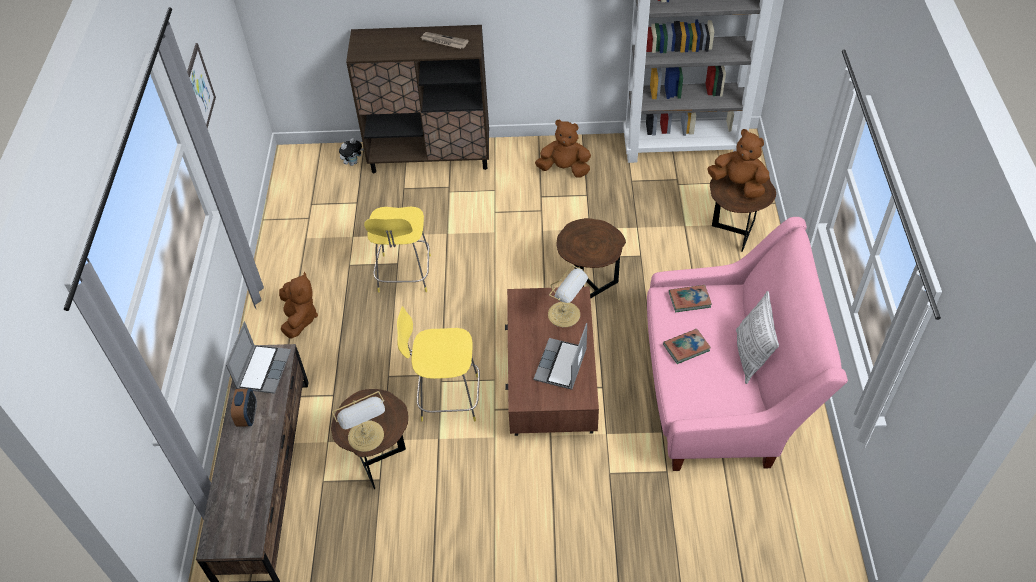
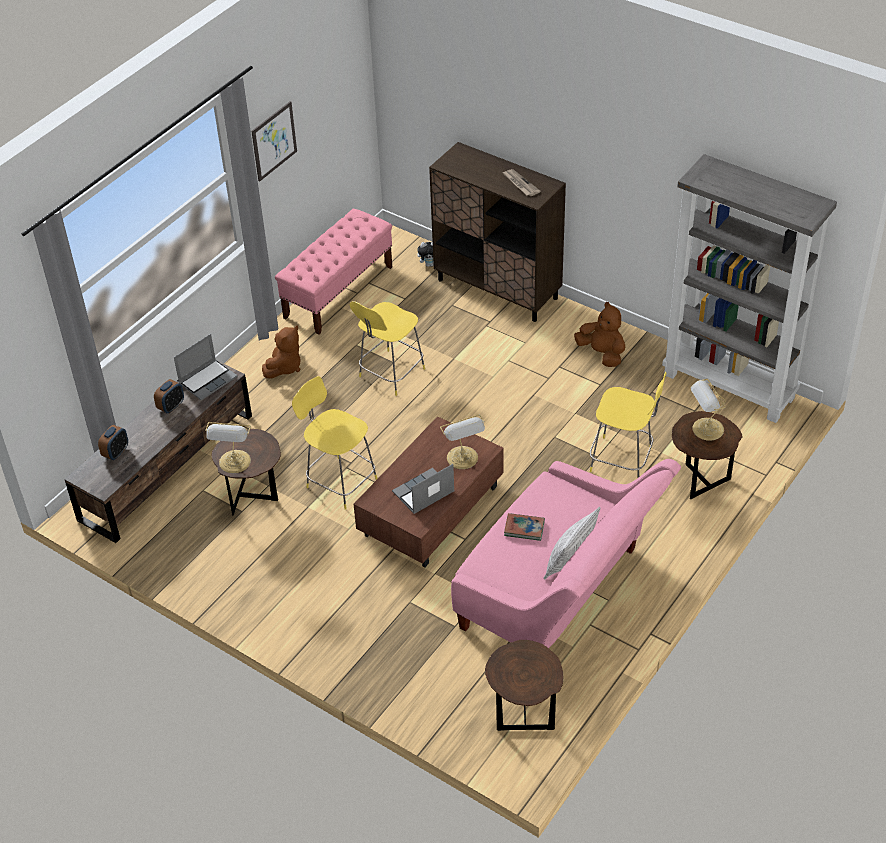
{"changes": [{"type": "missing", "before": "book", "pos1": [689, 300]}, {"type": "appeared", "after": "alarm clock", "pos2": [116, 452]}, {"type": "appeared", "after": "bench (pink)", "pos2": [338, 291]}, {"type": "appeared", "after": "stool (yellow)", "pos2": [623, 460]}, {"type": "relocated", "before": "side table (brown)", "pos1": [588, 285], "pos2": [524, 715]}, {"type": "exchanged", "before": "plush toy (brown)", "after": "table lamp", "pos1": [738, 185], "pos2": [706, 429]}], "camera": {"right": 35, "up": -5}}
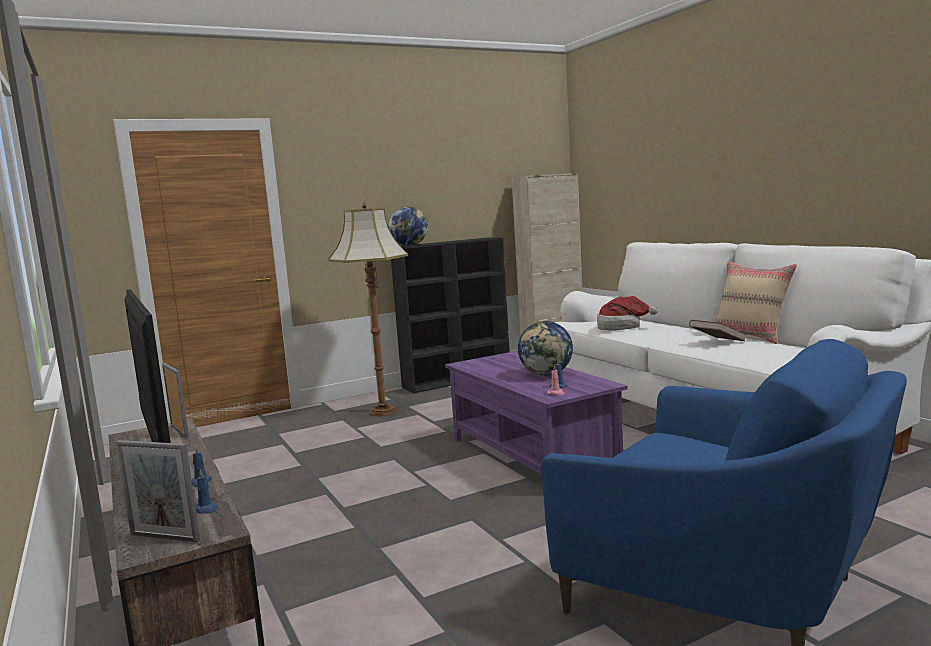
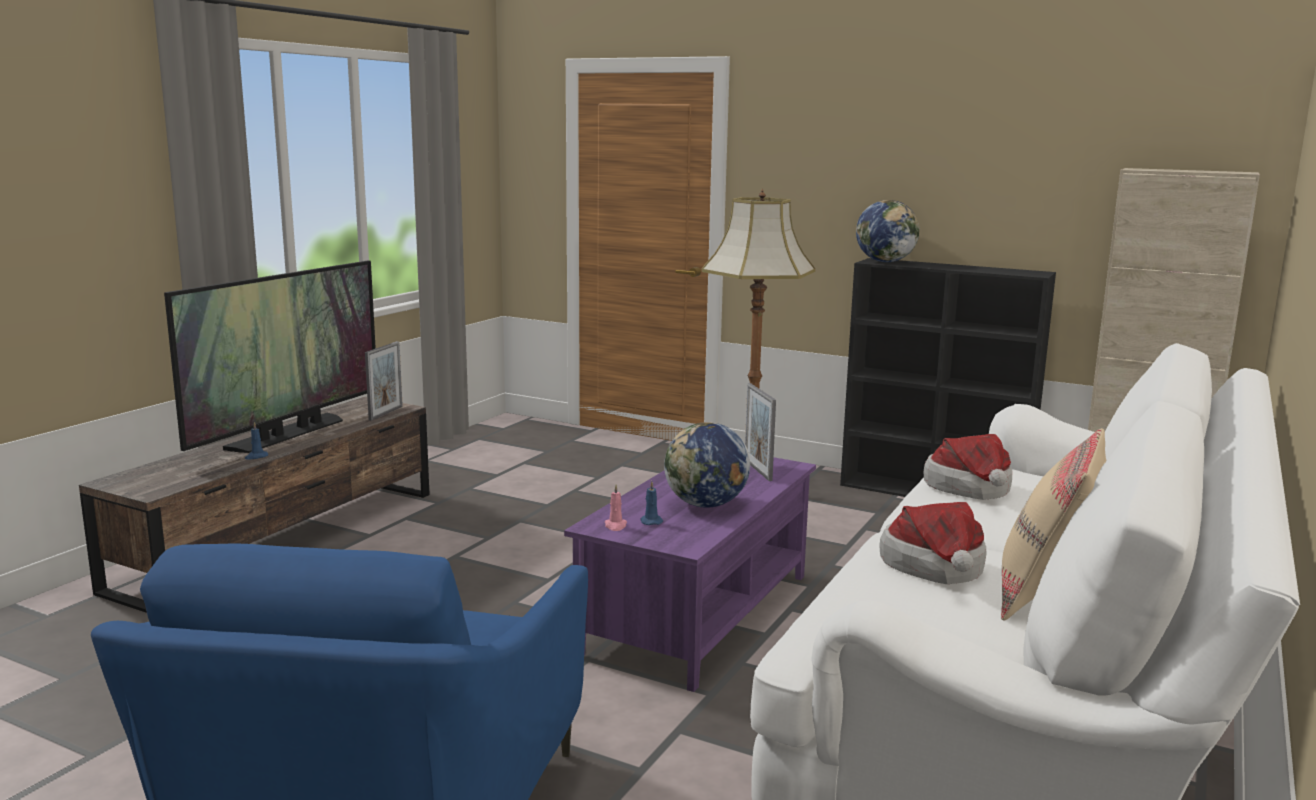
{"changes": [{"type": "missing", "before": "candle (blue)", "pos1": [206, 509]}, {"type": "relocated", "before": "picture frame", "pos1": [164, 537], "pos2": [757, 470]}, {"type": "exchanged", "before": "book (brown)", "after": "hat", "pos1": [717, 342], "pos2": [935, 569]}], "camera": {"right": 55, "up": 5}}
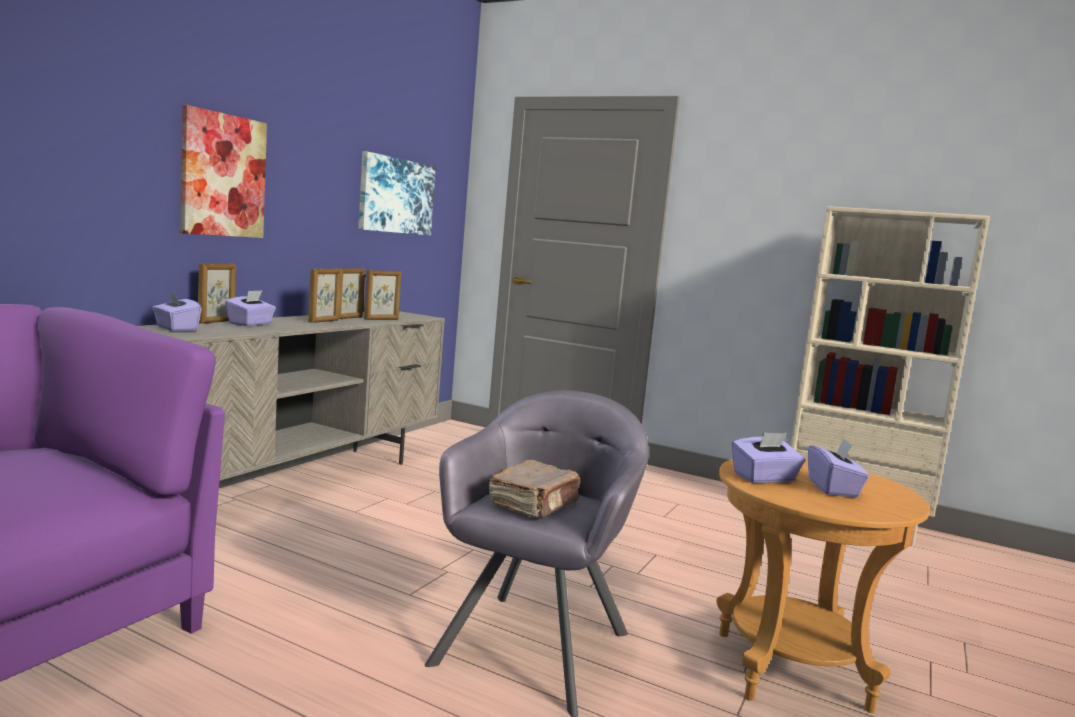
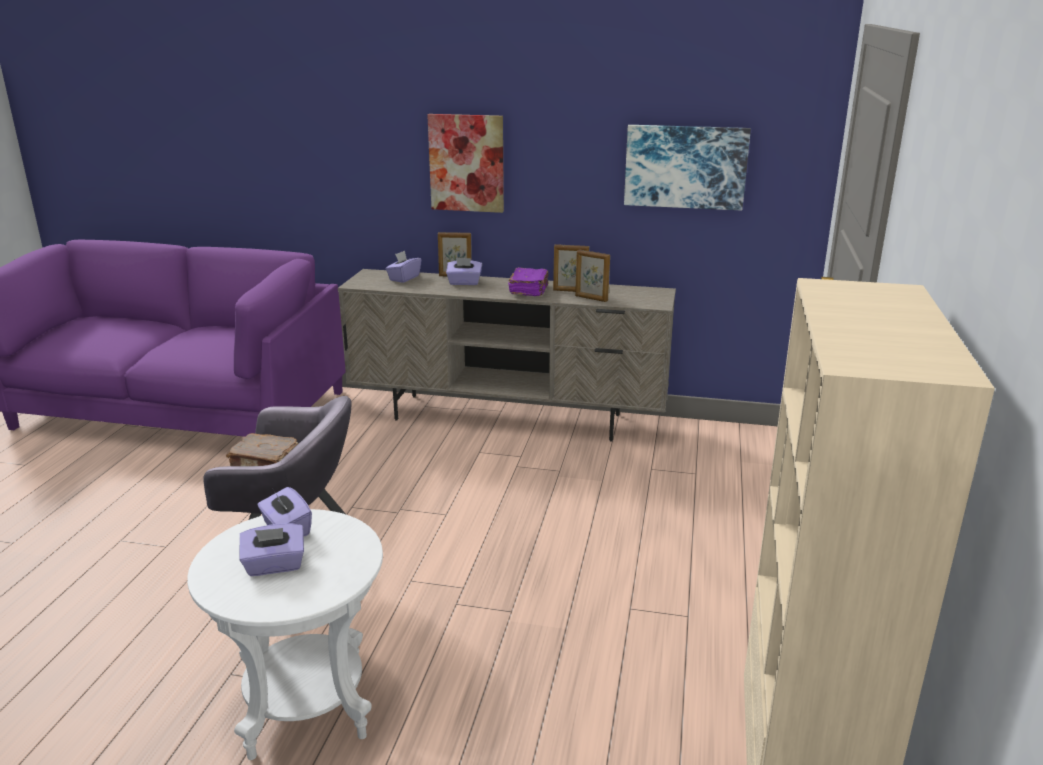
{"changes": [{"type": "exchanged", "before": "picture frame", "after": "book (purple)", "pos1": [324, 321], "pos2": [529, 290]}, {"type": "colour", "before": "side table (brown)", "after": "side table (white)", "pos1": [791, 670], "pos2": [306, 707]}], "camera": {"right": 75, "up": 15}}
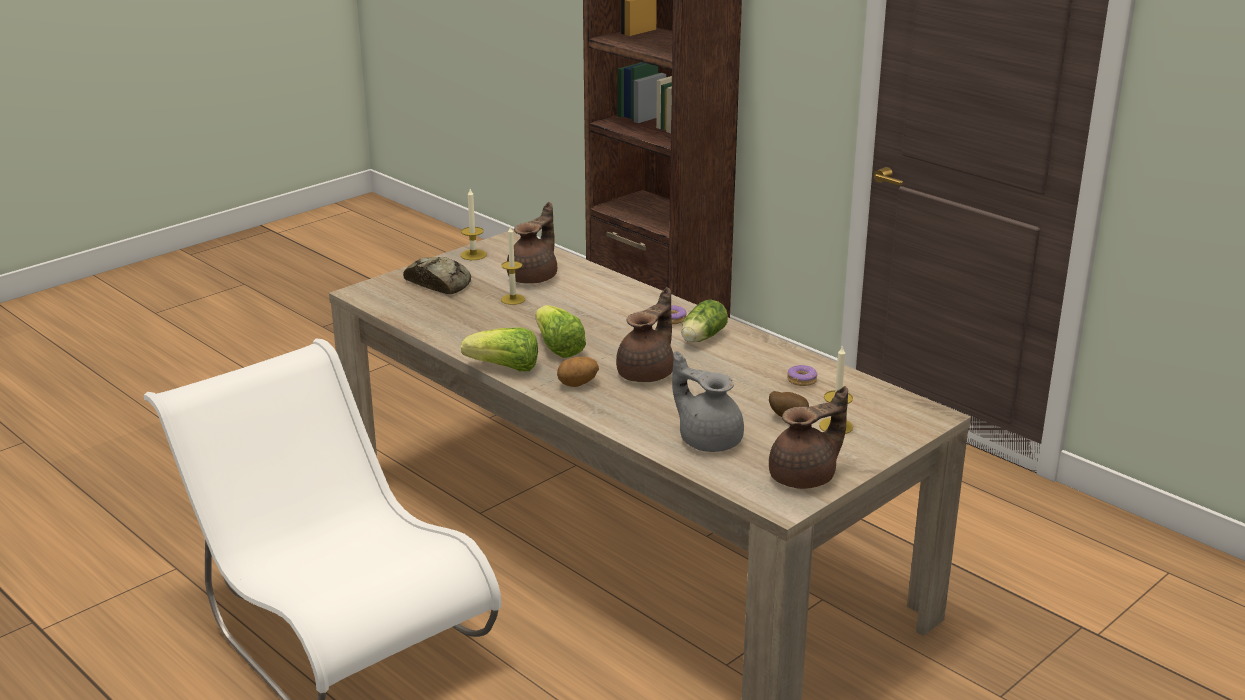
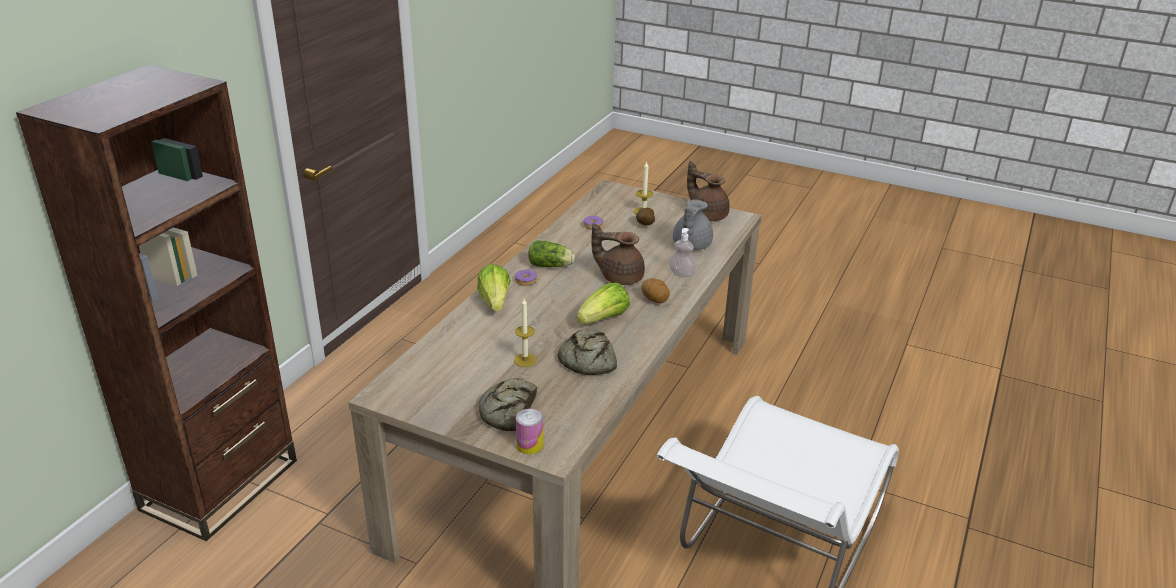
{"changes": [{"type": "missing", "before": "candle", "pos1": [473, 255]}, {"type": "missing", "before": "teapot (brown)", "pos1": [534, 277]}, {"type": "appeared", "after": "can", "pos2": [529, 445]}, {"type": "appeared", "after": "bread", "pos2": [587, 360]}, {"type": "appeared", "after": "soap dispenser", "pos2": [681, 273]}, {"type": "relocated", "before": "lettuce", "pos1": [505, 368], "pos2": [495, 302]}], "camera": {"right": -110, "up": 5}}
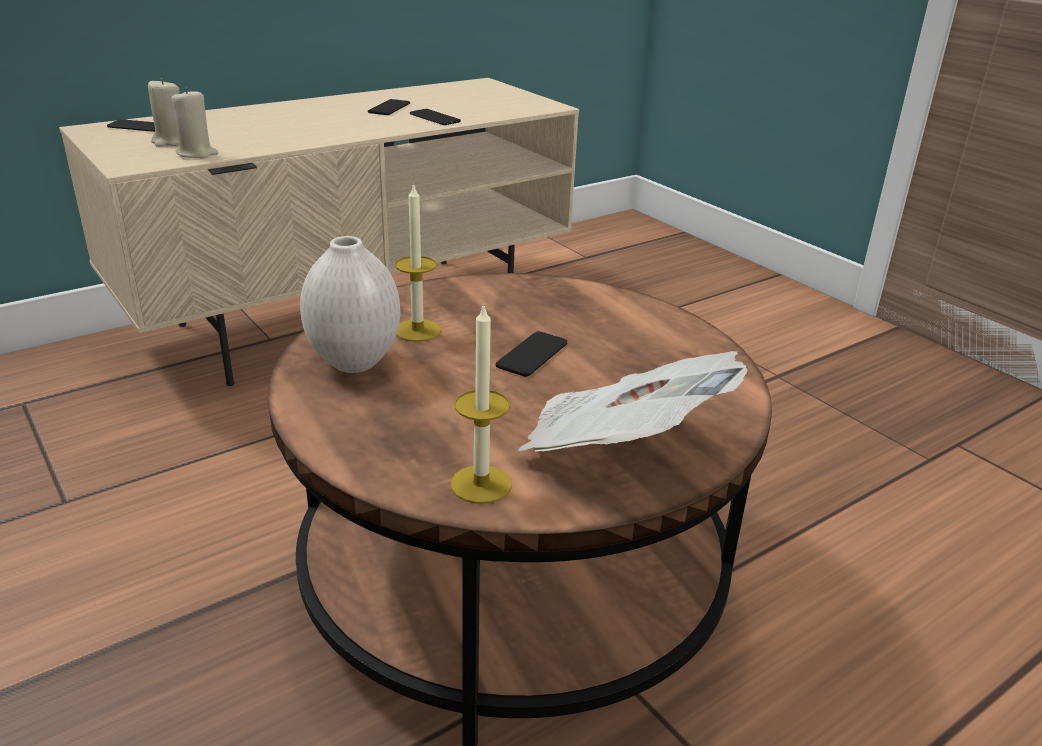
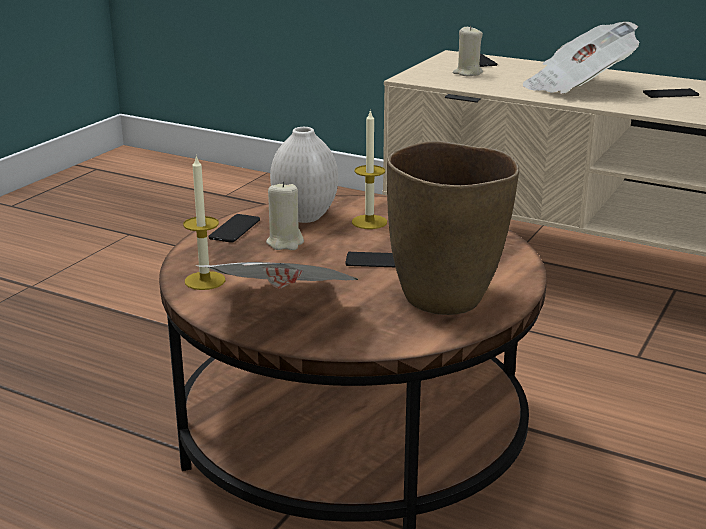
{"changes": [{"type": "appeared", "after": "vase (brown)", "pos2": [445, 298]}, {"type": "appeared", "after": "newspaper", "pos2": [577, 87]}, {"type": "relocated", "before": "candle (beige)", "pos1": [197, 153], "pos2": [285, 243]}, {"type": "relocated", "before": "phone", "pos1": [435, 118], "pos2": [234, 229]}], "camera": {"right": 65, "up": -5}}
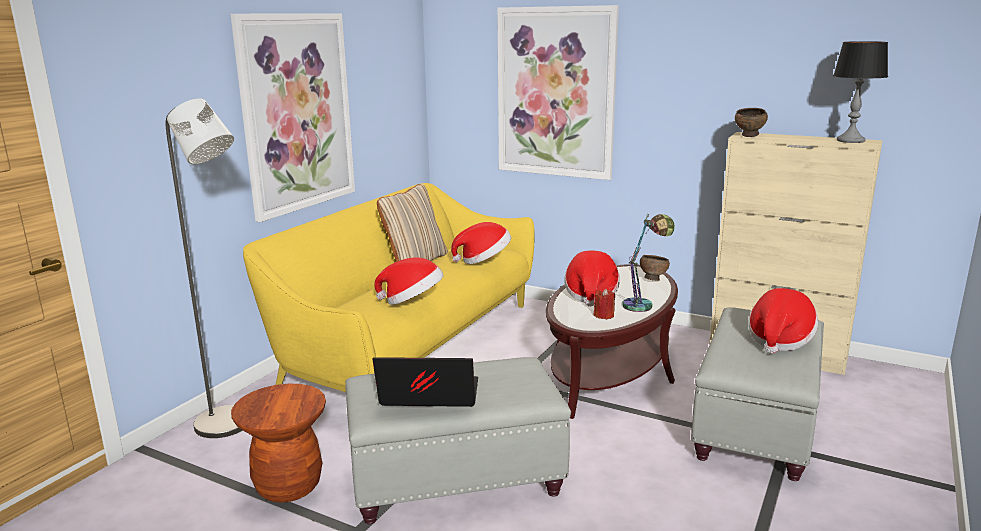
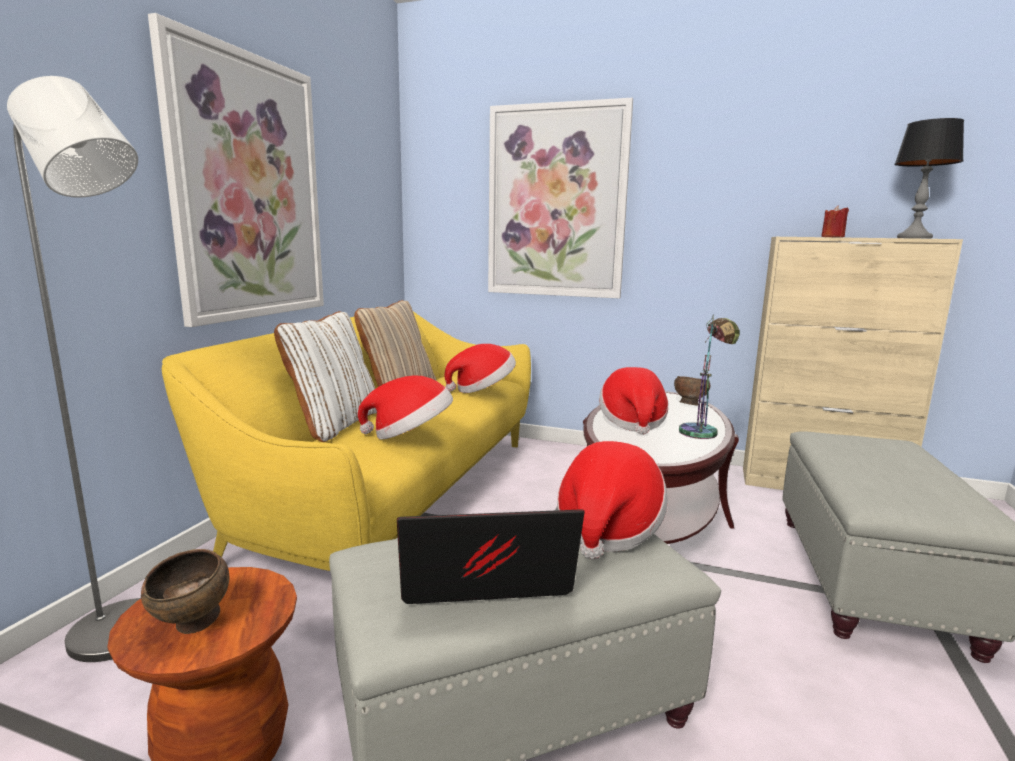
{"changes": [{"type": "appeared", "after": "pillow (white)", "pos2": [335, 424]}, {"type": "relocated", "before": "candle (red)", "pos1": [604, 315], "pos2": [832, 237]}, {"type": "relocated", "before": "bowl (brown)", "pos1": [749, 136], "pos2": [193, 625]}, {"type": "relocated", "before": "hat", "pos1": [779, 340], "pos2": [607, 529]}], "camera": {"right": -10, "up": -5}}
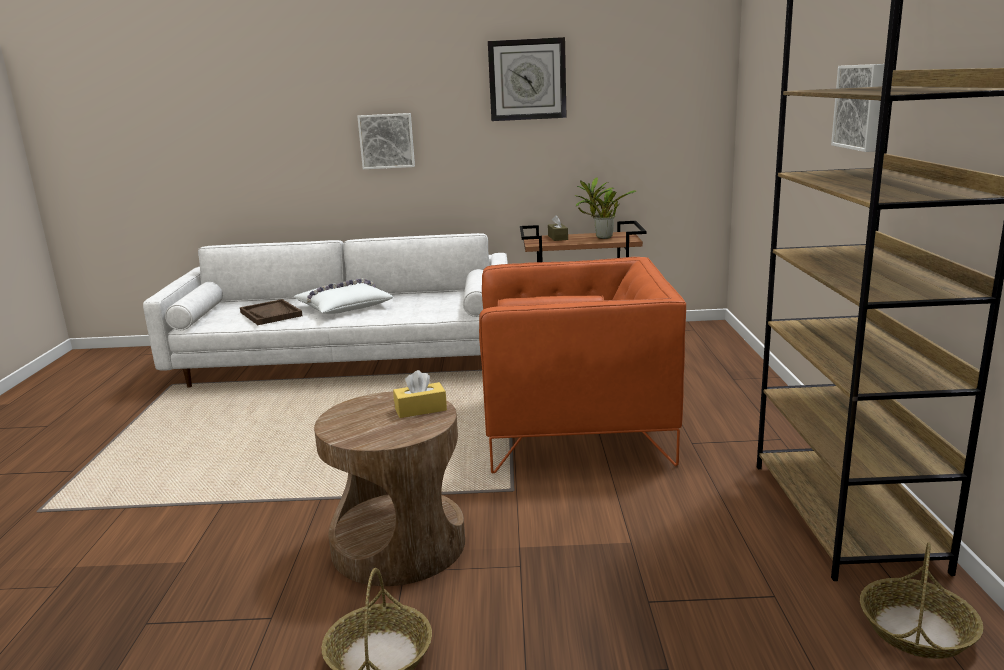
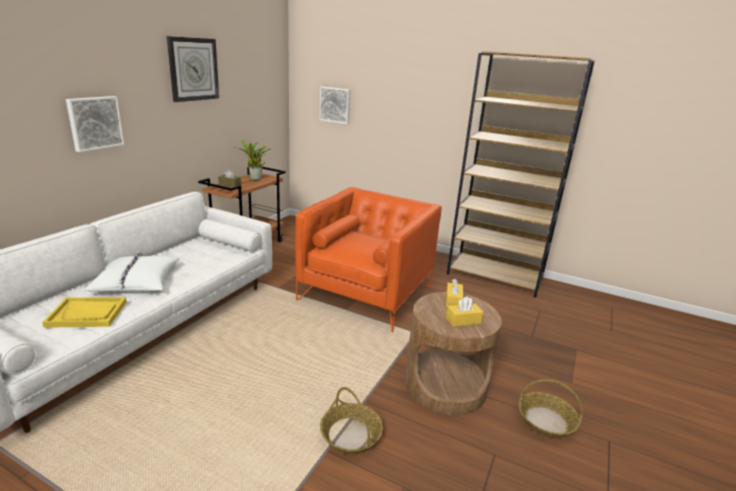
{"changes": [{"type": "appeared", "after": "tissue box (yellow)", "pos2": [463, 320]}, {"type": "relocated", "before": "picture", "pos1": [861, 107], "pos2": [335, 105]}, {"type": "relocated", "before": "basket", "pos1": [917, 630], "pos2": [351, 435]}, {"type": "colour", "before": "tray (brown)", "after": "tray (yellow)", "pos1": [271, 314], "pos2": [87, 314]}], "camera": {"right": -65, "up": 5}}
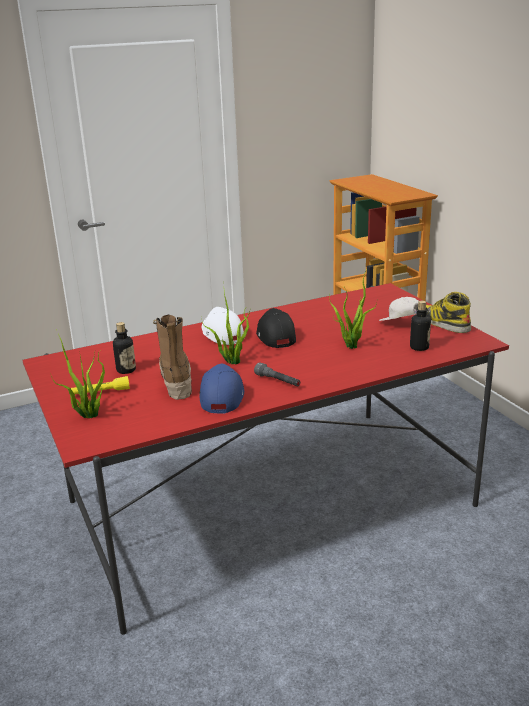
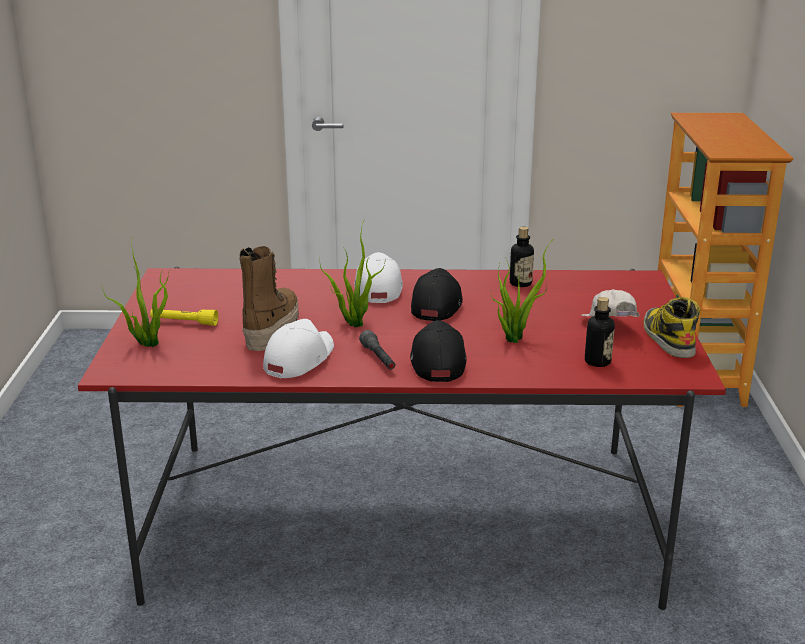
{"changes": [{"type": "appeared", "after": "cap (black)", "pos2": [437, 362]}, {"type": "relocated", "before": "bottle", "pos1": [126, 370], "pos2": [520, 283]}, {"type": "colour", "before": "cap (blue)", "after": "cap (white)", "pos1": [221, 396], "pos2": [298, 359]}], "camera": {"right": 25, "up": 0}}
